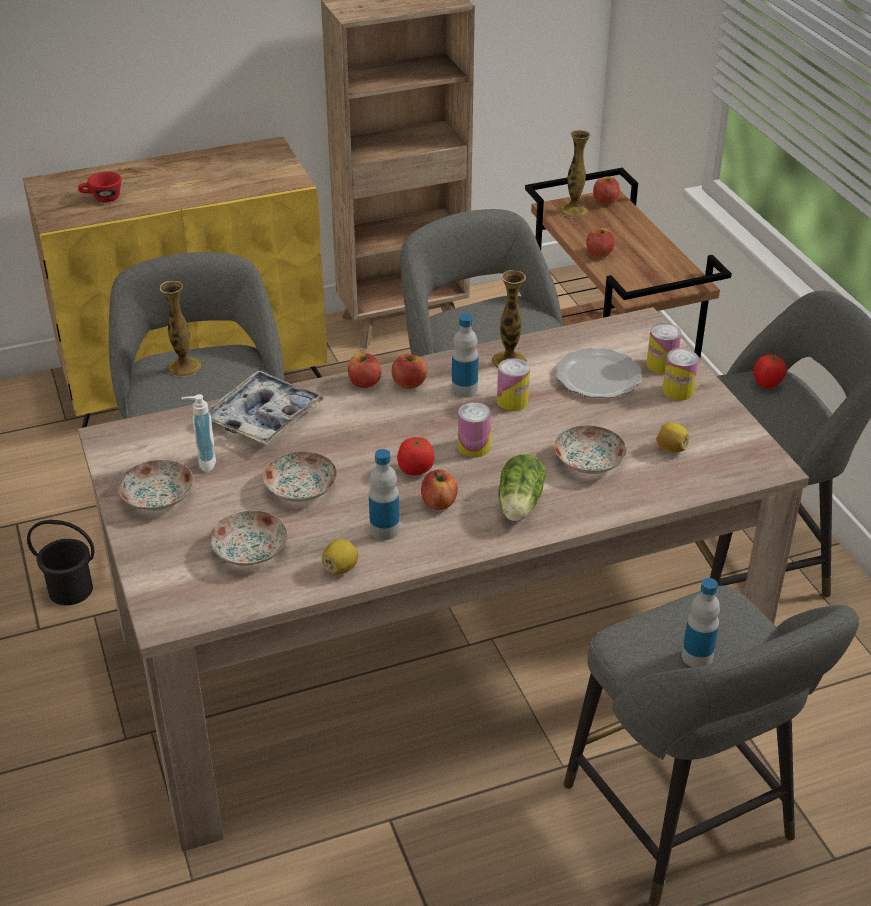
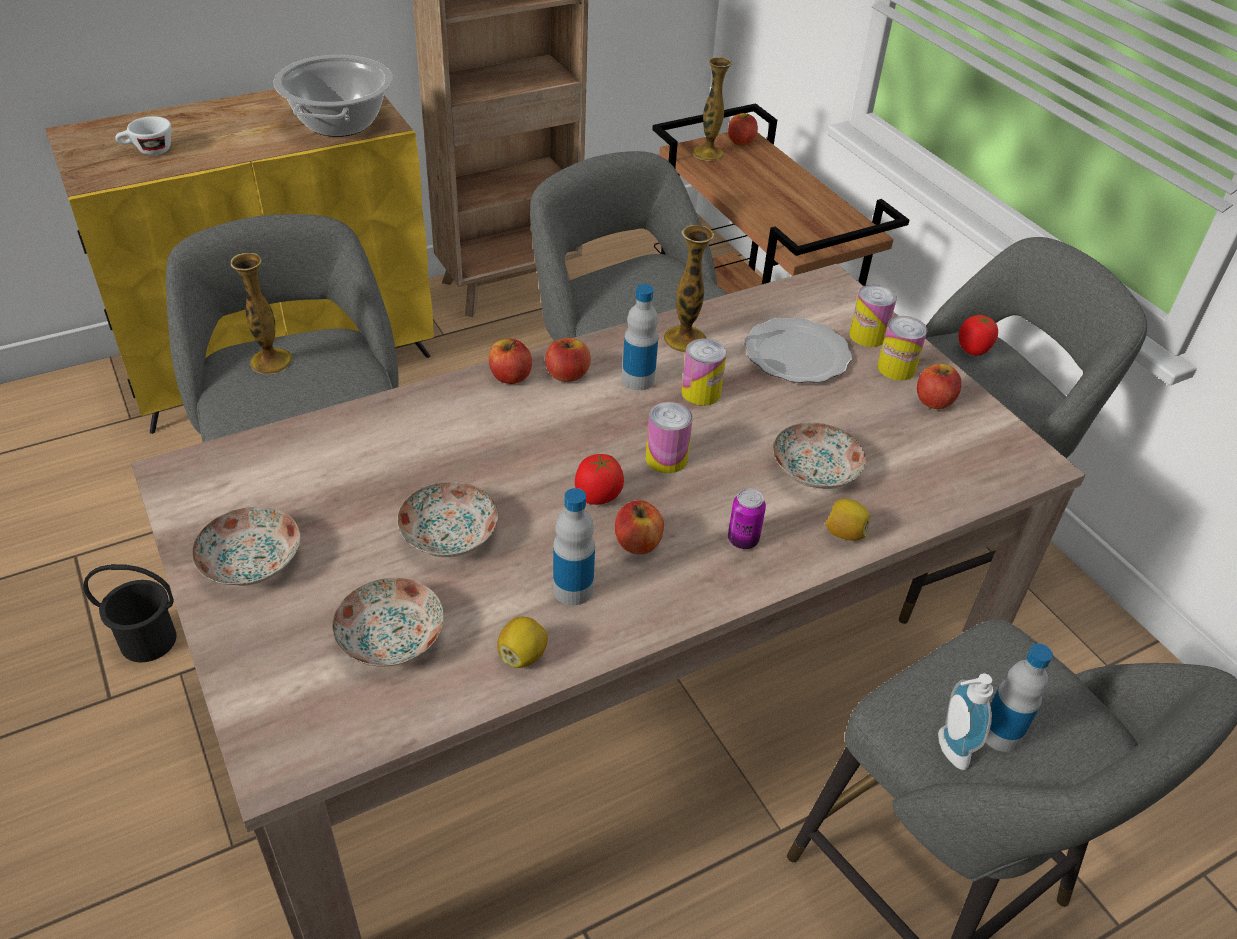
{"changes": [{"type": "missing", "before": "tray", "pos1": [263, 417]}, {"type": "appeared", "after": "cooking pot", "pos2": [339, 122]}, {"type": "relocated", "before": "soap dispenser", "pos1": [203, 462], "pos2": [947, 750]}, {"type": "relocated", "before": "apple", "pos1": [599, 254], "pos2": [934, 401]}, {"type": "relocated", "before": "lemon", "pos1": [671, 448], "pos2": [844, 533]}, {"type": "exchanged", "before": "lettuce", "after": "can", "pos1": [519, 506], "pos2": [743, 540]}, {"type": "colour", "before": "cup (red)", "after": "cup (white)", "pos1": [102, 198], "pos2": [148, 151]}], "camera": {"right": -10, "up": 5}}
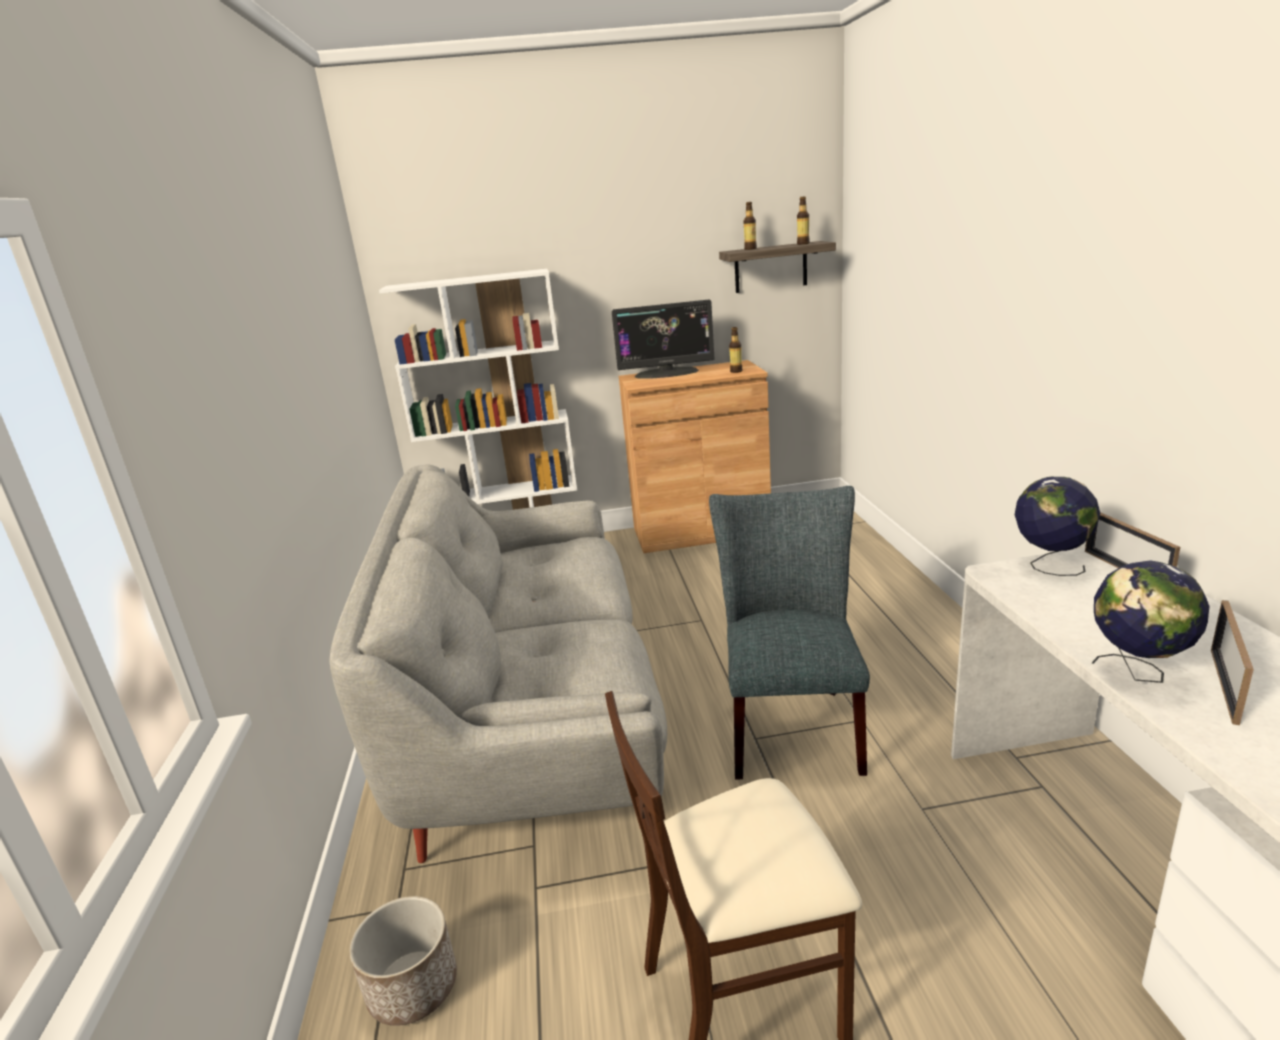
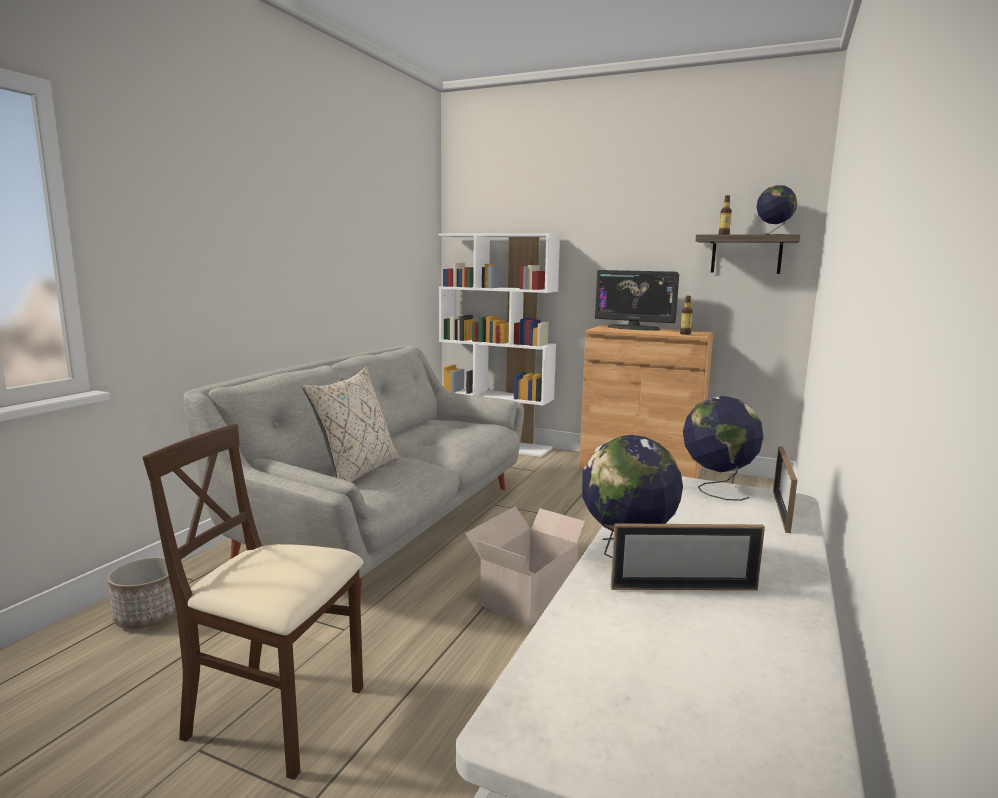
{"changes": [{"type": "appeared", "after": "pillow (beige)", "pos2": [356, 472]}, {"type": "exchanged", "before": "chair (grey)", "after": "cardboard box", "pos1": [790, 725], "pos2": [531, 596]}, {"type": "exchanged", "before": "bottle", "after": "globe", "pos1": [803, 244], "pos2": [773, 234]}, {"type": "spun", "before": "picture frame", "pos1": [1224, 685], "pos2": [683, 588], "turn": -150}], "camera": {"right": 30, "up": -10}}
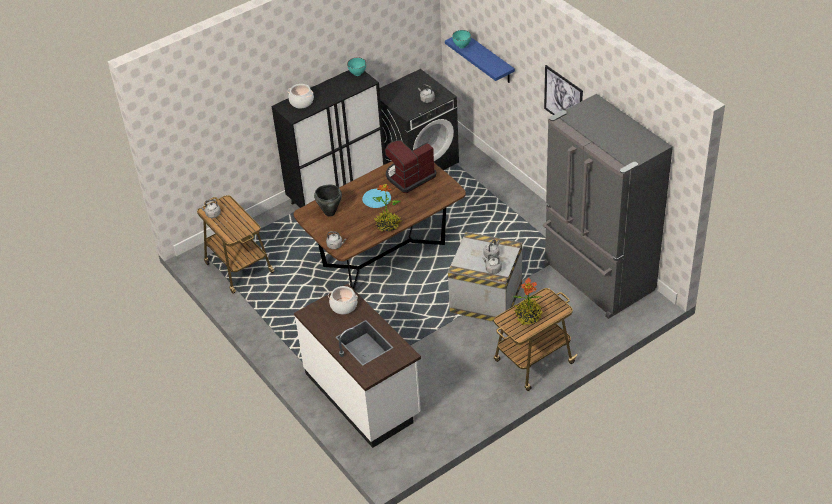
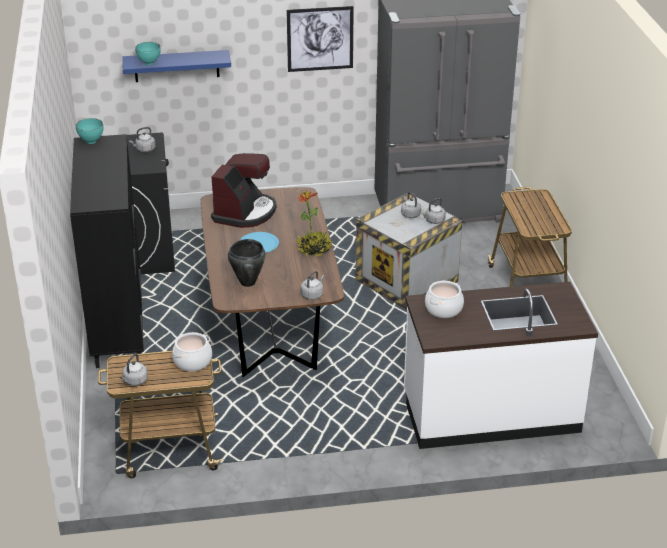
{"changes": [{"type": "missing", "before": "potted plant", "pos1": [528, 316]}, {"type": "relocated", "before": "cooking pot", "pos1": [301, 102], "pos2": [192, 361]}, {"type": "spun", "before": "coffee machine", "pos1": [409, 177], "pos2": [245, 212], "turn": -150}], "camera": {"right": -65, "up": -10}}
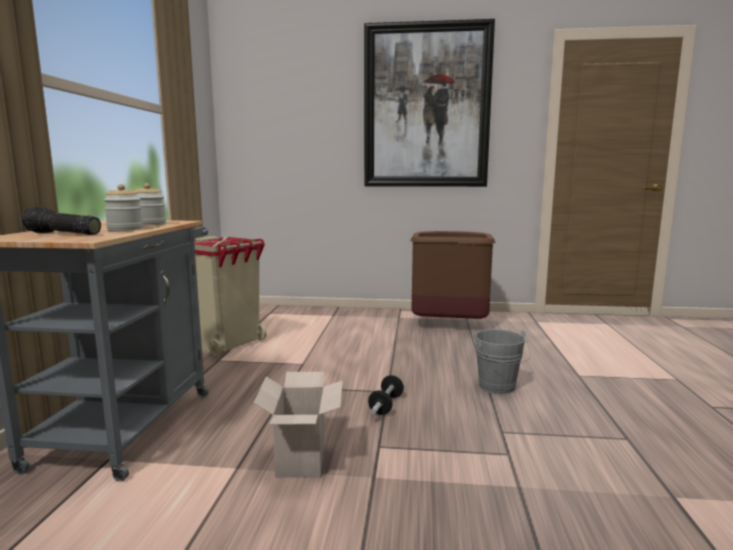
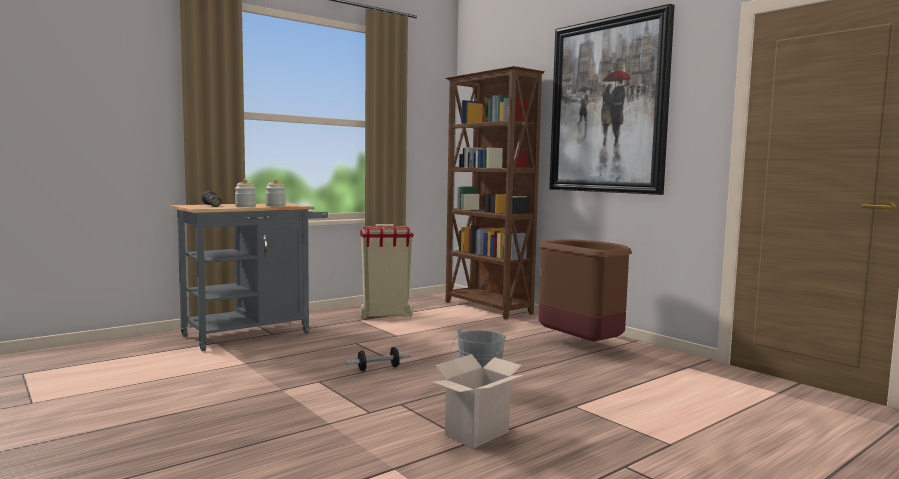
{"changes": [{"type": "appeared", "after": "bookcase (brown)", "pos2": [487, 308]}, {"type": "relocated", "before": "cardboard box", "pos1": [303, 461], "pos2": [477, 435]}], "camera": {"right": 45, "up": -5}}
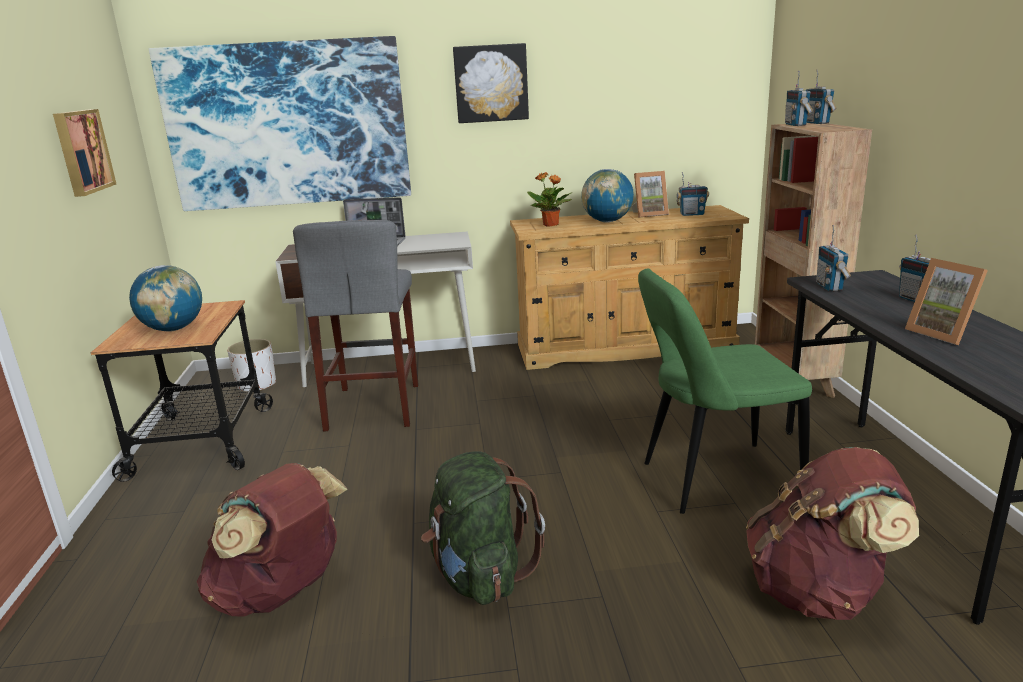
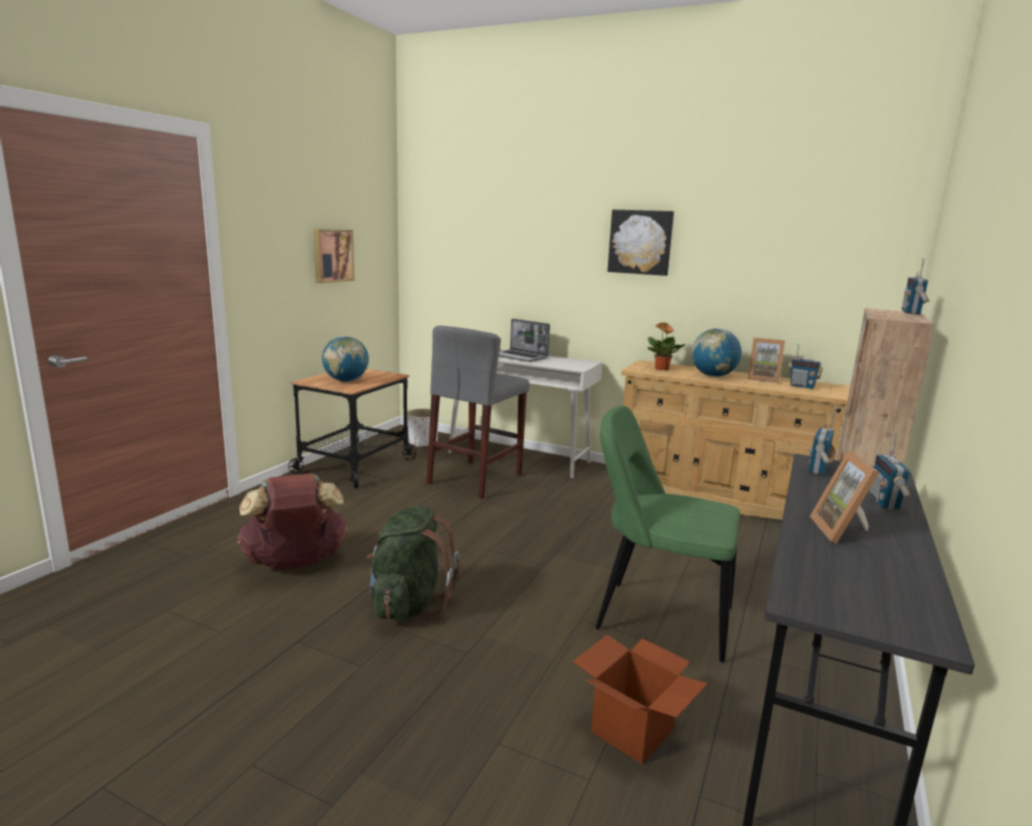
{"changes": [{"type": "missing", "before": "picture", "pos1": [288, 125]}, {"type": "missing", "before": "radio", "pos1": [796, 125]}, {"type": "exchanged", "before": "backpack (brown)", "after": "cardboard box", "pos1": [819, 591], "pos2": [632, 731]}], "camera": {"right": 30, "up": -5}}
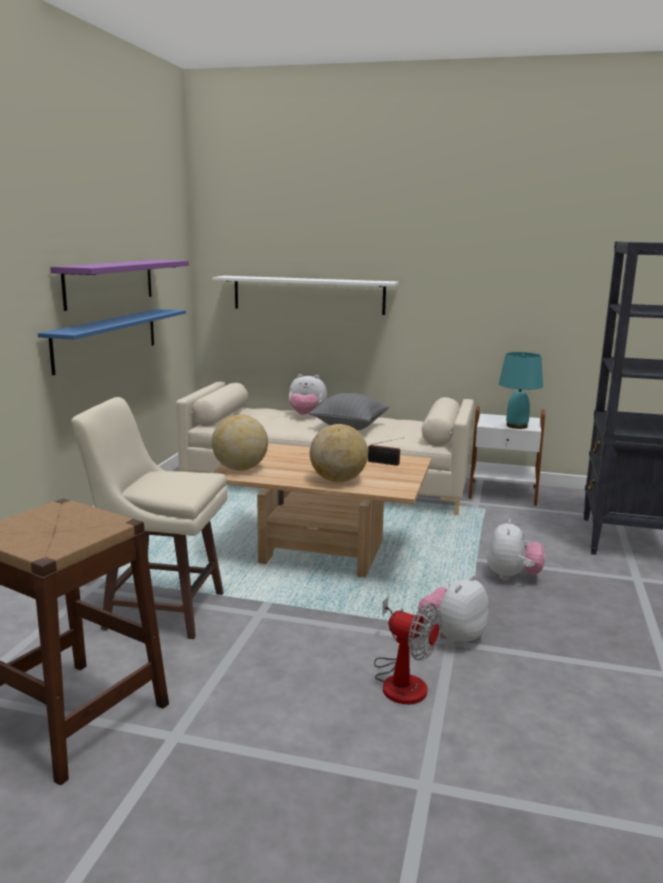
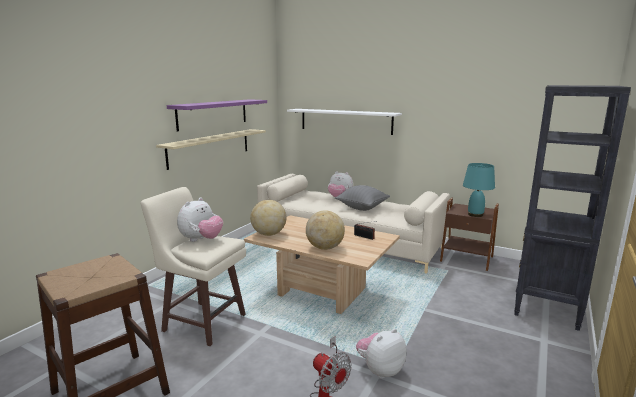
{"changes": [{"type": "relocated", "before": "plush toy", "pos1": [512, 576], "pos2": [201, 240]}, {"type": "colour", "before": "shelf (blue)", "after": "shelf (beige)", "pos1": [107, 339], "pos2": [210, 147]}, {"type": "colour", "before": "side table (white)", "after": "side table (brown)", "pos1": [503, 493], "pos2": [466, 259]}], "camera": {"right": 15, "up": 0}}
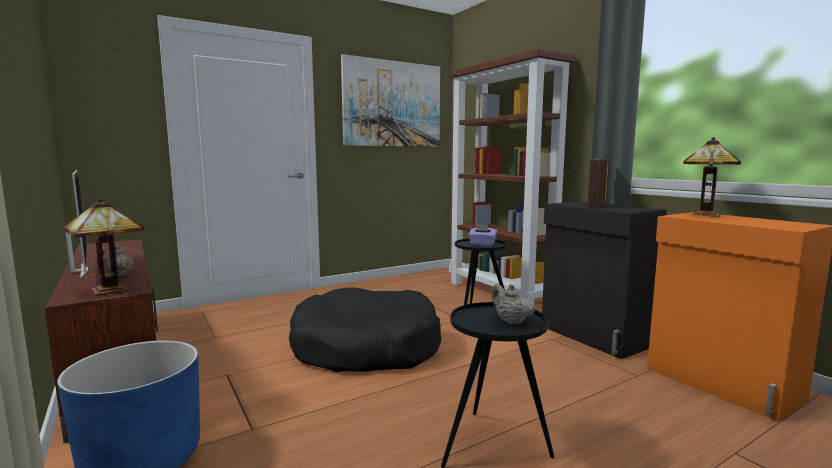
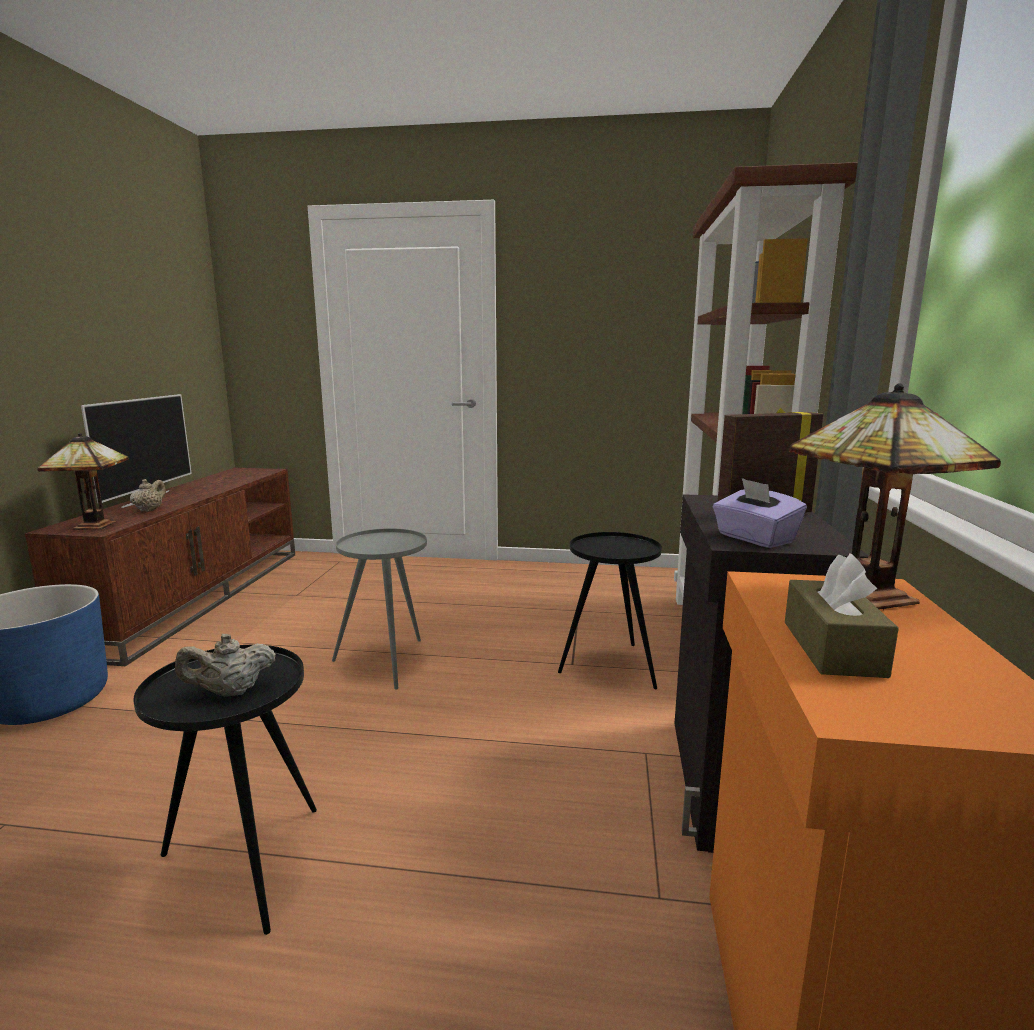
{"changes": [{"type": "missing", "before": "picture", "pos1": [392, 104]}, {"type": "appeared", "after": "tissue box (brown)", "pos2": [832, 648]}, {"type": "relocated", "before": "tissue box (purple)", "pos1": [482, 244], "pos2": [754, 538]}, {"type": "exchanged", "before": "dog bed (black)", "after": "side table (grey)", "pos1": [366, 348], "pos2": [388, 661]}, {"type": "spun", "before": "teapot (beige)", "pos1": [510, 321], "pos2": [230, 692], "turn": -120}], "camera": {"right": 40, "up": 5}}
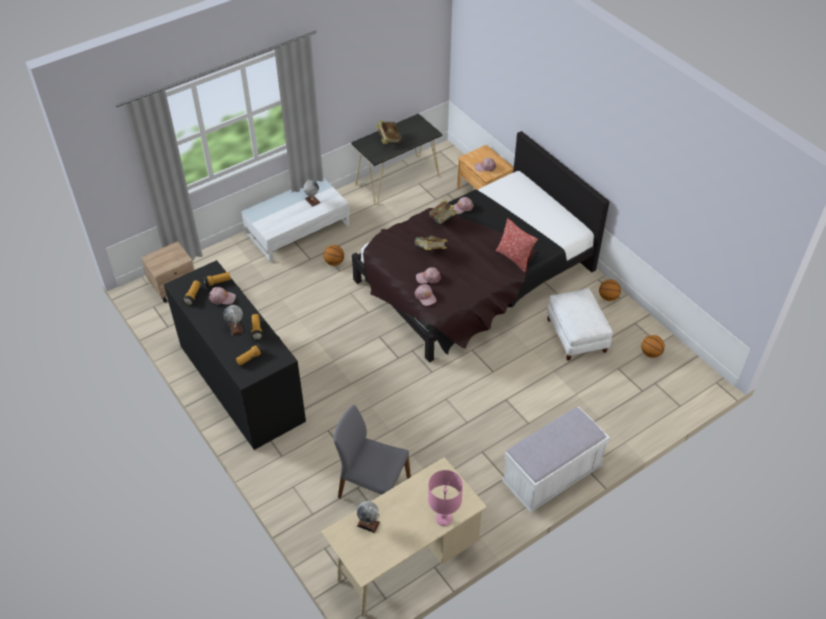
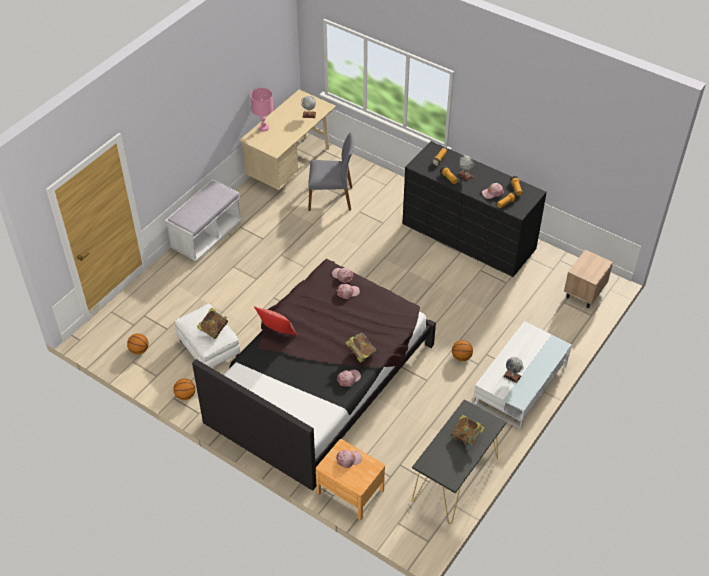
{"changes": [{"type": "relocated", "before": "book", "pos1": [430, 251], "pos2": [213, 330]}], "camera": {"right": 160, "up": 0}}
